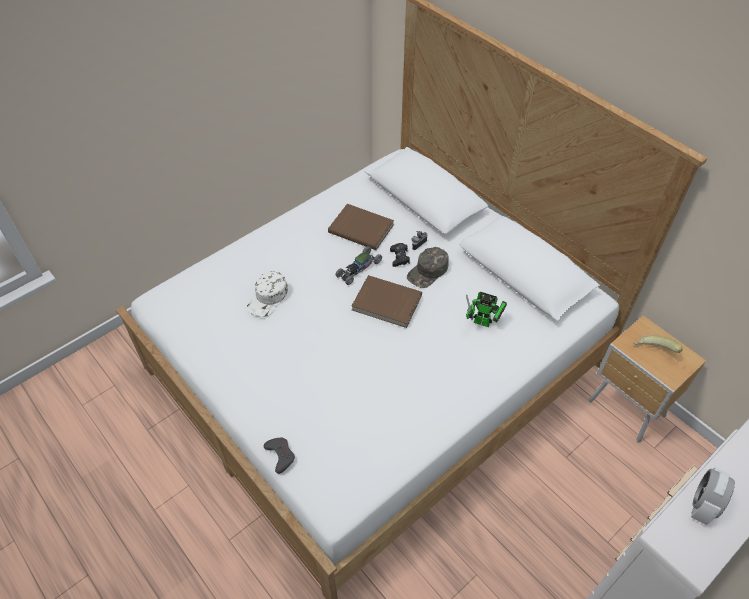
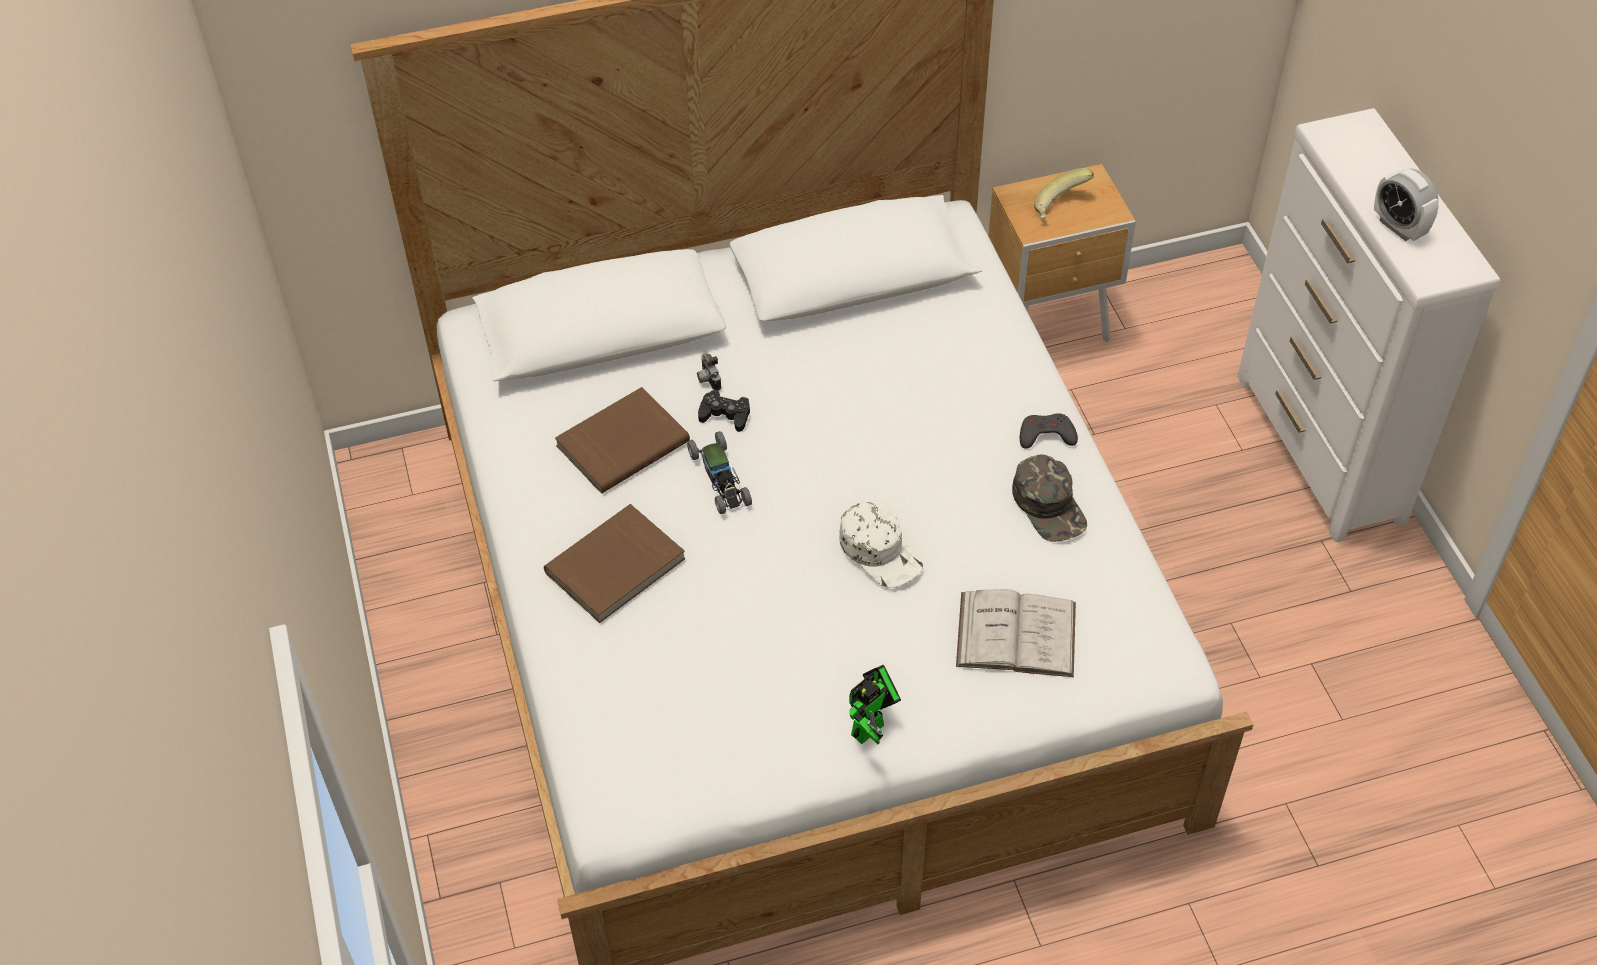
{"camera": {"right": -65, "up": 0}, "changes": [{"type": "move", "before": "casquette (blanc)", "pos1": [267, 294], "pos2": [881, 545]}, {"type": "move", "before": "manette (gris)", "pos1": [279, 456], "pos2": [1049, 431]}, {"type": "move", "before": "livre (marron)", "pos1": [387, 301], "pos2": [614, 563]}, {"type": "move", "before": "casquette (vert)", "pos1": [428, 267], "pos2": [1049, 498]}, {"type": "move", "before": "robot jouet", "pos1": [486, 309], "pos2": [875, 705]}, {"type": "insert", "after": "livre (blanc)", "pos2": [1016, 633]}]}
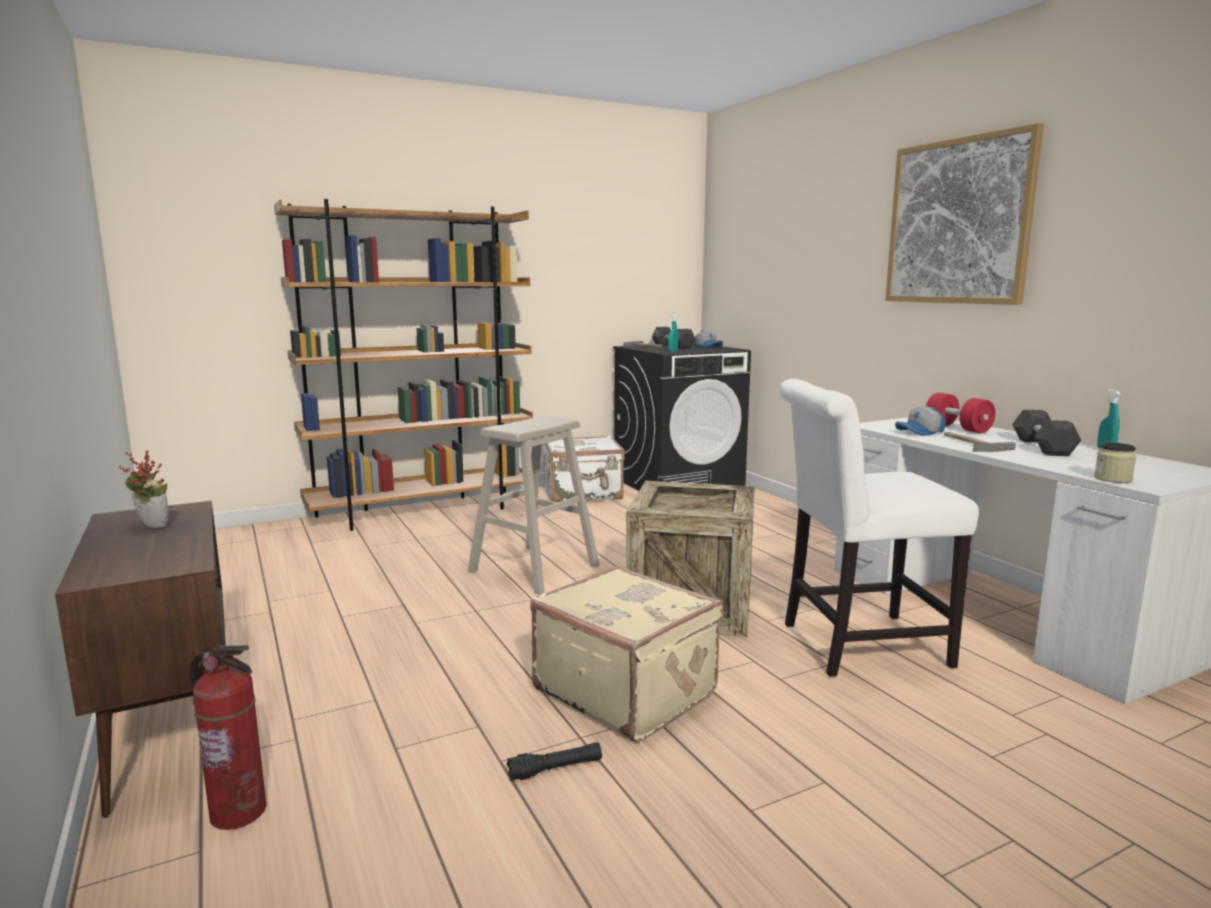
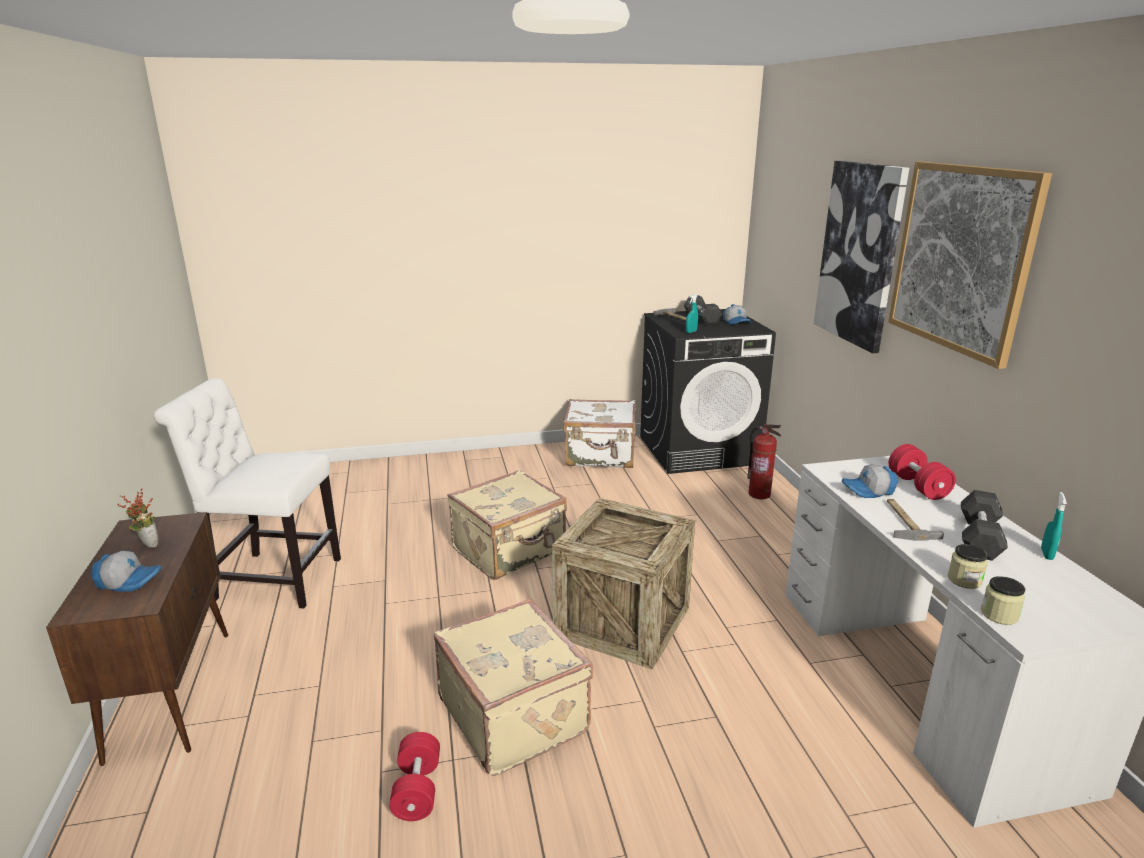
{"camera": {"right": 15, "up": 10}, "changes": [{"type": "move", "before": "extincteur", "pos1": [228, 737], "pos2": [764, 461]}, {"type": "delete", "before": "bibliothèque (marron)", "pos1": [403, 365]}, {"type": "replace", "before": "tabouret (beige)", "after": "valise (beige)", "pos1": [534, 505], "pos2": [507, 525]}, {"type": "replace", "before": "lampe de poche (noir)", "after": "haltère (rouge)", "pos1": [554, 761], "pos2": [414, 776]}, {"type": "move", "before": "chaise (blanc)", "pos1": [879, 528], "pos2": [247, 493]}, {"type": "insert", "after": "casquette", "pos2": [126, 571]}, {"type": "insert", "after": "tableau", "pos2": [861, 257]}, {"type": "insert", "after": "bocal", "pos2": [967, 566]}]}
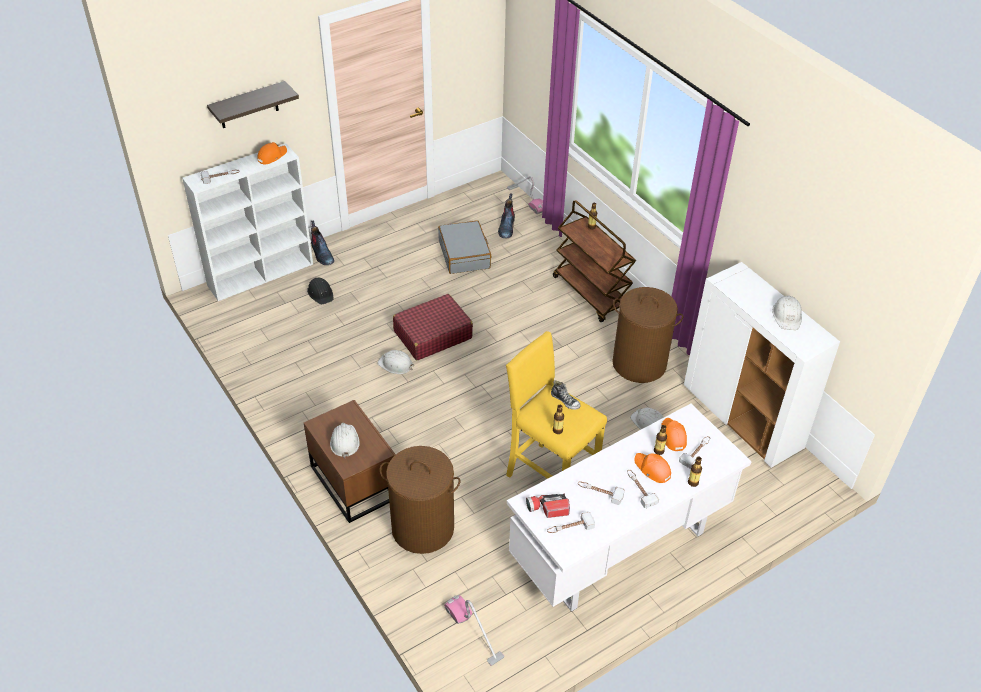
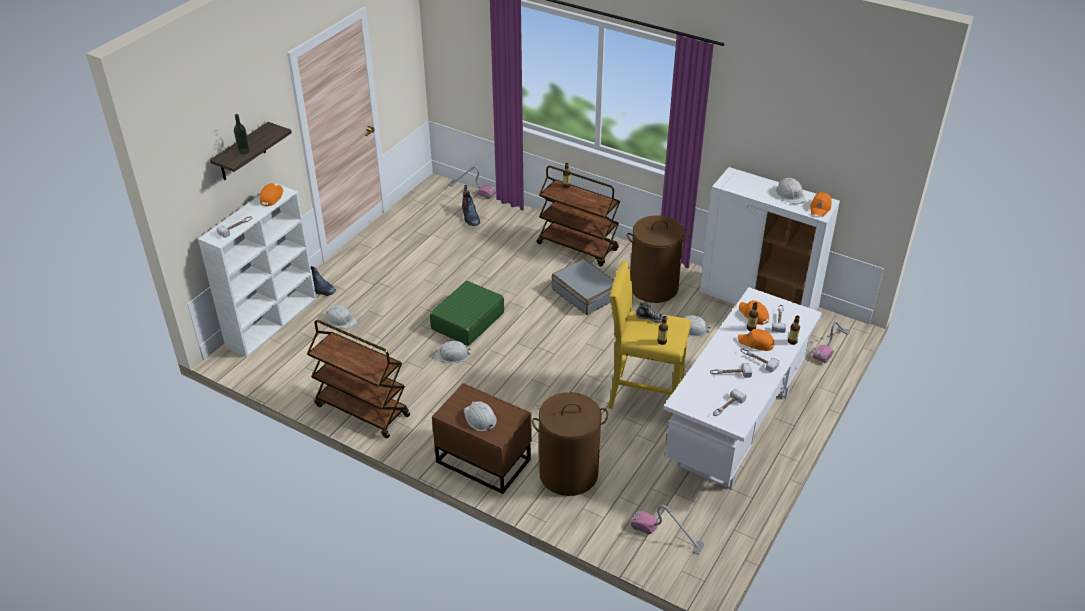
{"camera": {"right": -25, "up": -5}, "changes": [{"type": "recolor", "before": "casque de chantier (noir)", "after": "casque de chantier (blanc)", "pos1": [320, 290], "pos2": [341, 317]}, {"type": "recolor", "before": "valise (rouge)", "after": "valise (vert)", "pos1": [433, 327], "pos2": [467, 313]}, {"type": "move", "before": "valise (gris)", "pos1": [464, 247], "pos2": [583, 286]}, {"type": "delete", "before": "lampe de poche", "pos1": [548, 506]}, {"type": "insert", "after": "bouteille", "pos2": [242, 134]}, {"type": "insert", "after": "chariot (marron)", "pos2": [358, 379]}, {"type": "insert", "after": "casquette (orange)", "pos2": [821, 204]}, {"type": "insert", "after": "aspirateur", "pos2": [832, 342]}]}
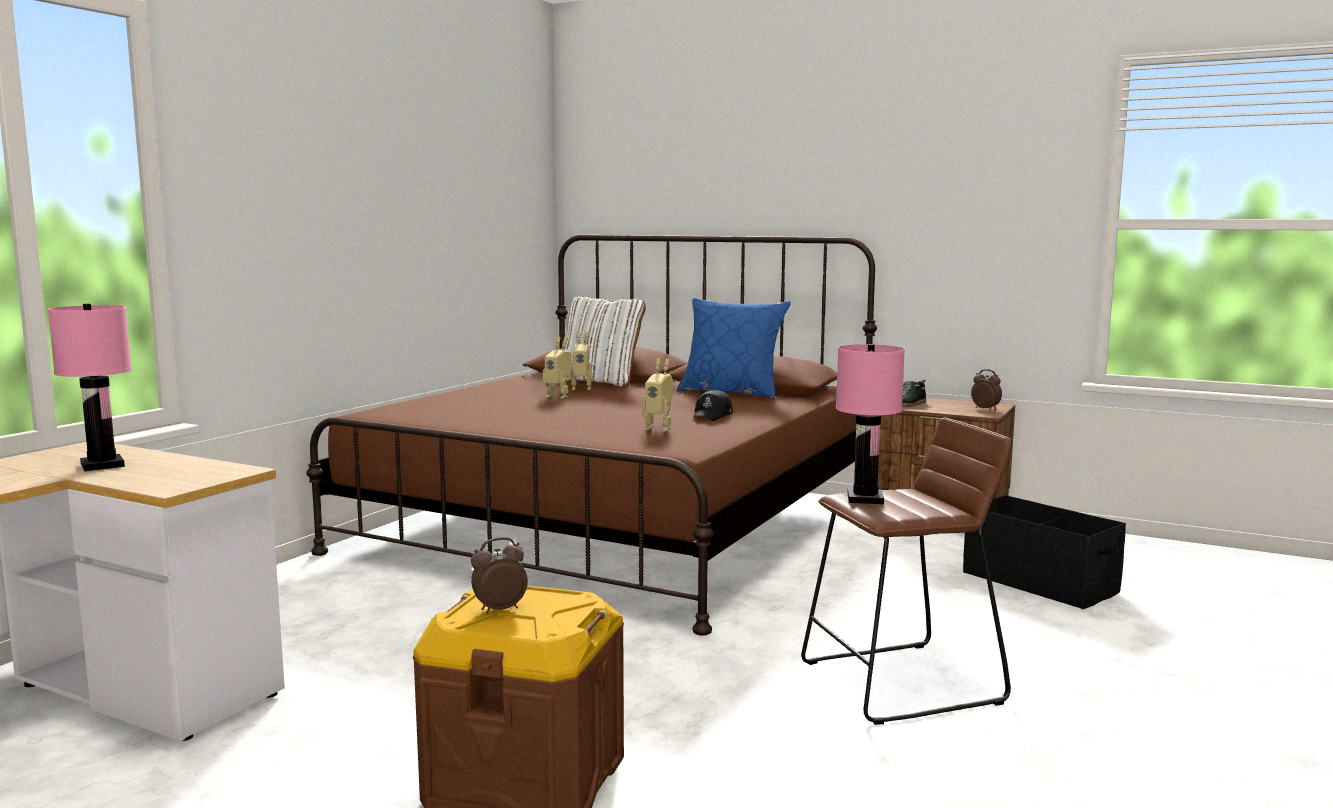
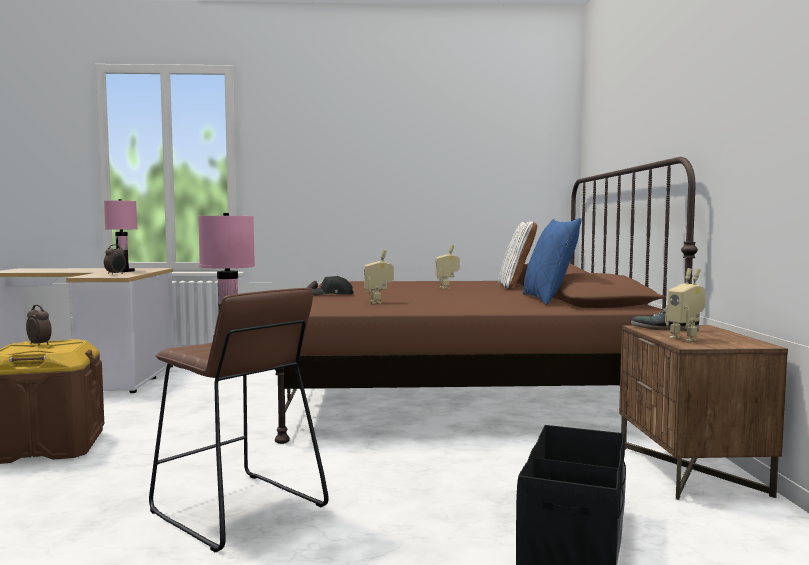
{"camera": {"right": 60, "up": -5}, "changes": [{"type": "move", "before": "robot jouet", "pos1": [581, 361], "pos2": [685, 305]}, {"type": "move", "before": "casquette (noir)", "pos1": [713, 405], "pos2": [333, 286]}, {"type": "move", "before": "réveil", "pos1": [986, 389], "pos2": [115, 259]}]}
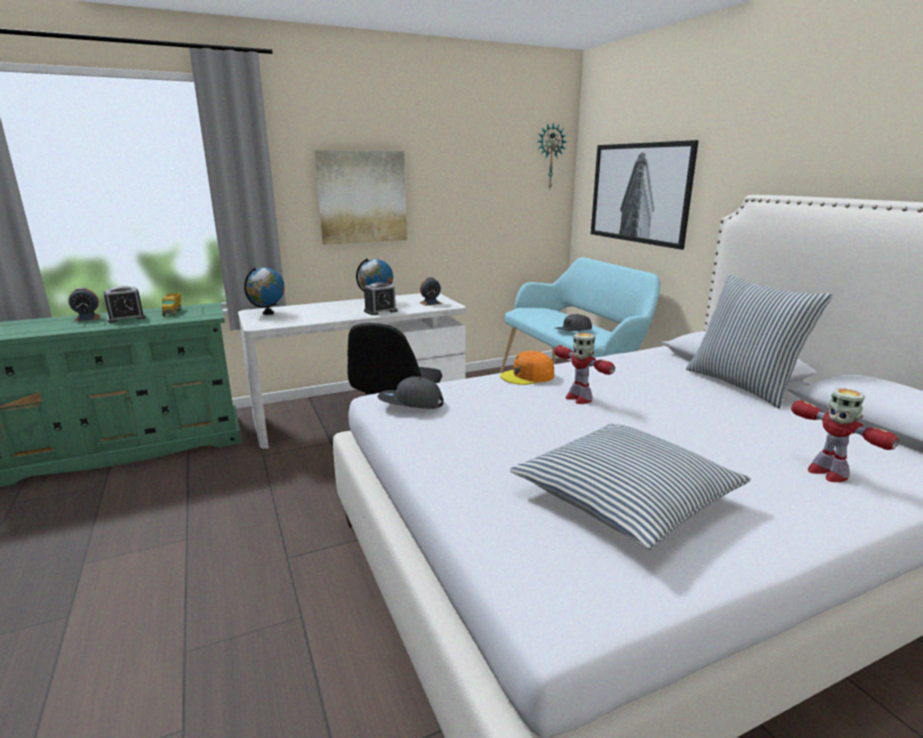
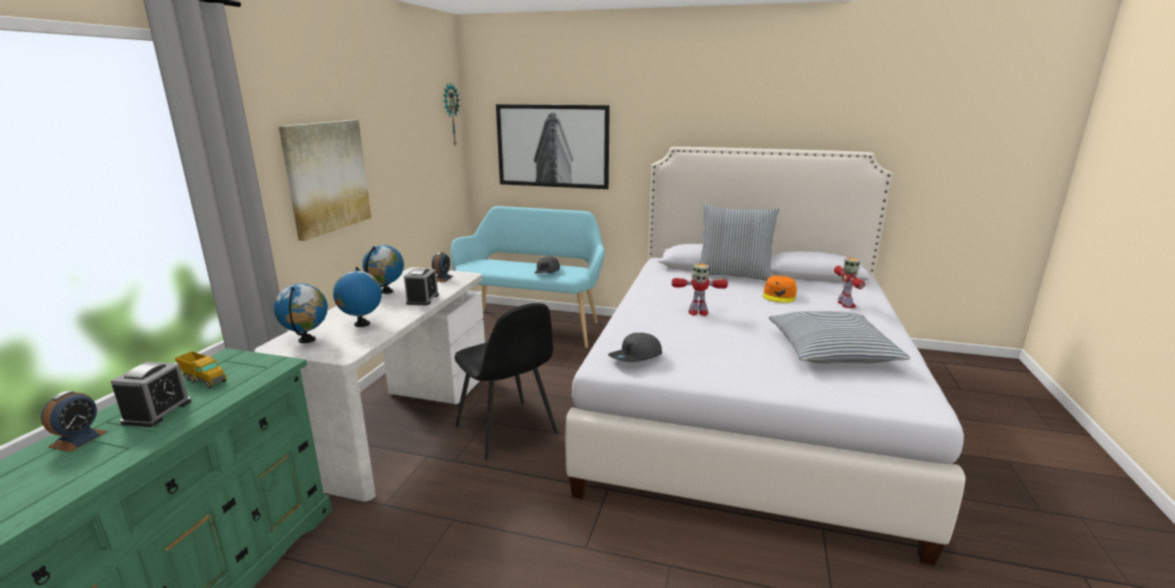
{"camera": {"right": -50, "up": 0}, "changes": [{"type": "move", "before": "casquette (orange)", "pos1": [527, 368], "pos2": [780, 289]}, {"type": "rotate", "before": "robot jouet", "pos1": [845, 435], "pos2": [849, 283], "turn": -105}, {"type": "insert", "after": "globe", "pos2": [357, 297]}]}
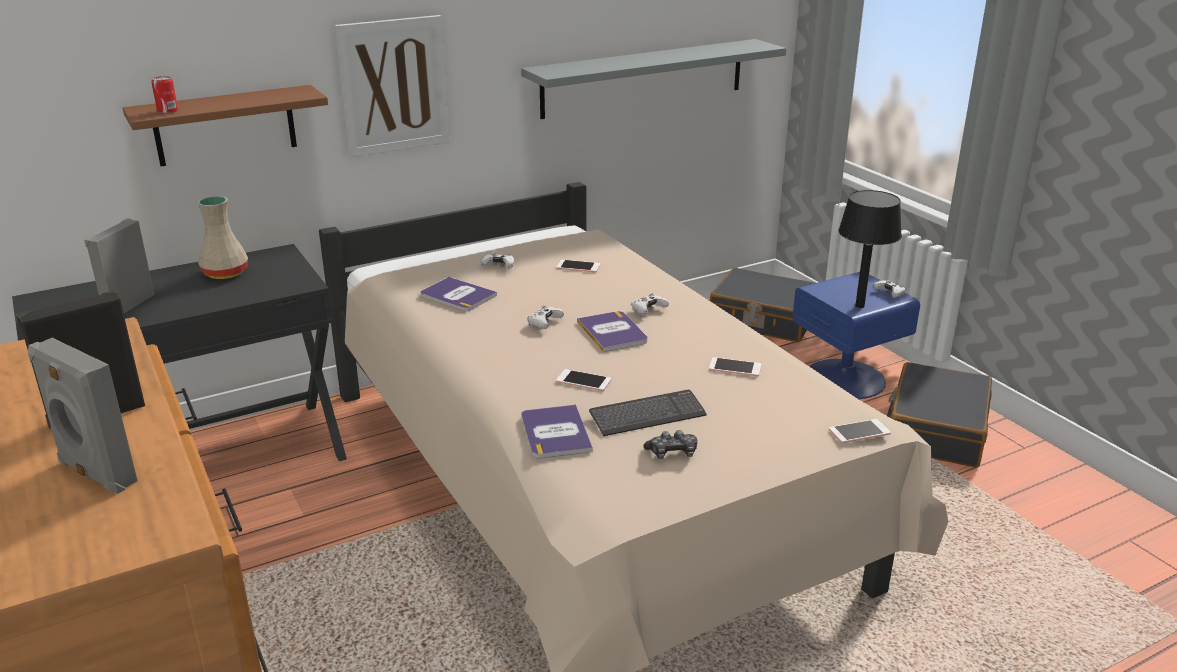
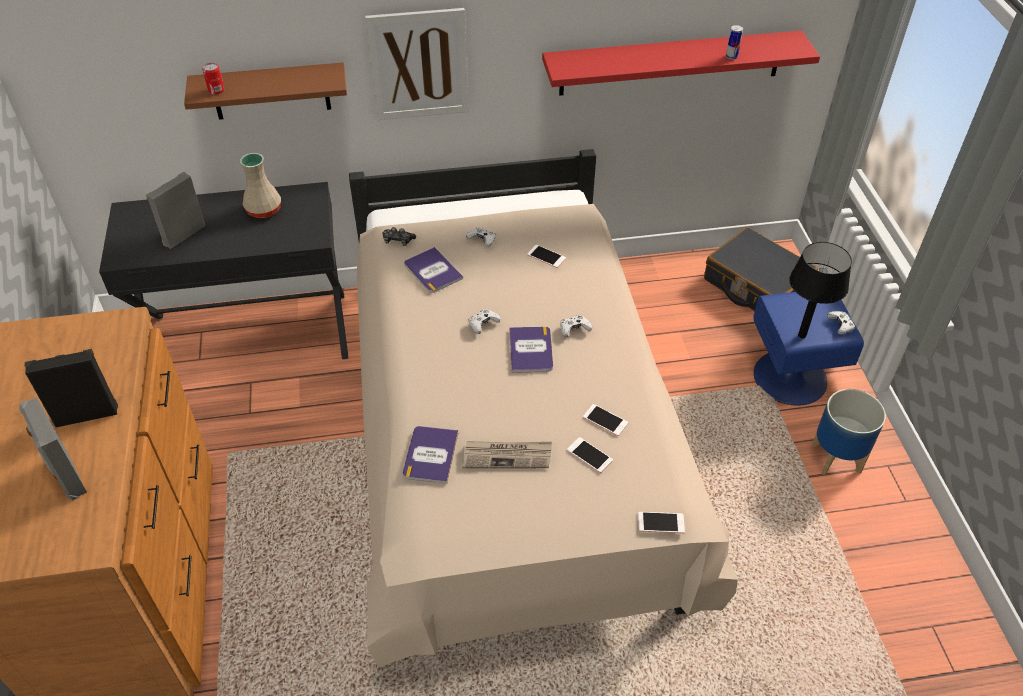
{"camera": {"right": 20, "up": 20}, "changes": [{"type": "recolor", "before": "étagère (gris)", "after": "étagère (rouge)", "pos1": [653, 79], "pos2": [681, 63]}, {"type": "move", "before": "téléphone", "pos1": [583, 380], "pos2": [590, 455]}, {"type": "replace", "before": "clavier", "after": "journal", "pos1": [648, 413], "pos2": [507, 455]}, {"type": "move", "before": "manette", "pos1": [670, 444], "pos2": [399, 236]}, {"type": "replace", "before": "valise (noir)", "after": "cache-pot", "pos1": [939, 415], "pos2": [849, 432]}, {"type": "insert", "after": "boîte métallique", "pos2": [734, 42]}]}
